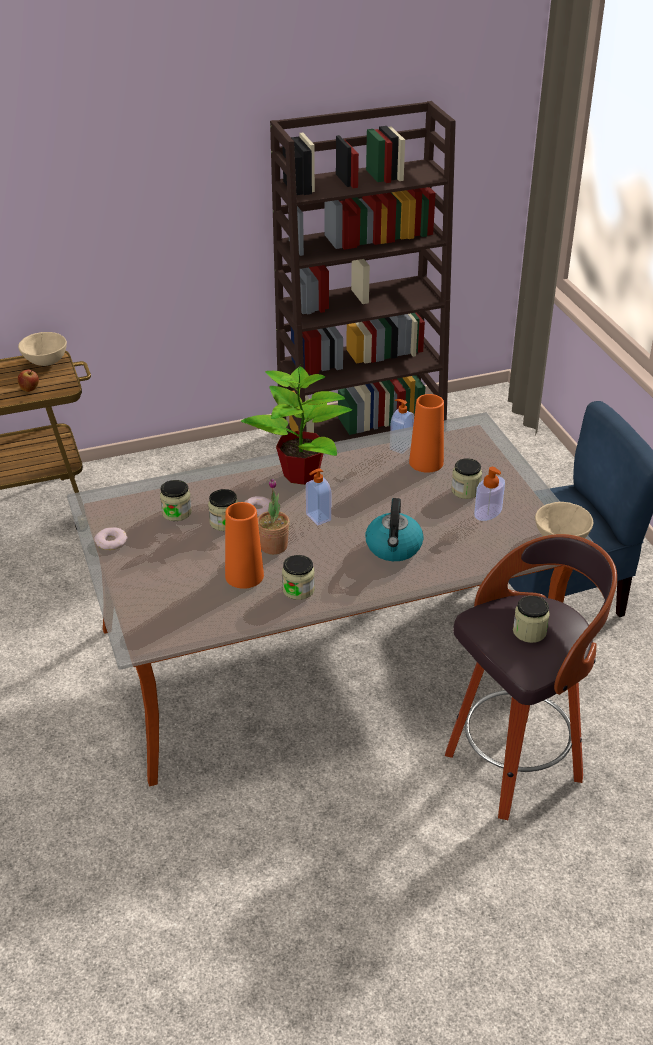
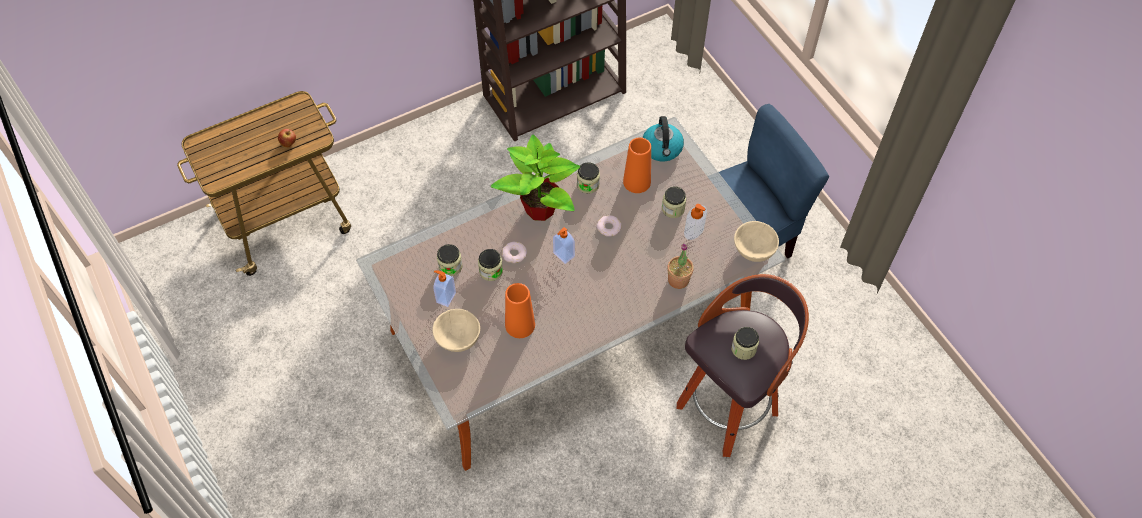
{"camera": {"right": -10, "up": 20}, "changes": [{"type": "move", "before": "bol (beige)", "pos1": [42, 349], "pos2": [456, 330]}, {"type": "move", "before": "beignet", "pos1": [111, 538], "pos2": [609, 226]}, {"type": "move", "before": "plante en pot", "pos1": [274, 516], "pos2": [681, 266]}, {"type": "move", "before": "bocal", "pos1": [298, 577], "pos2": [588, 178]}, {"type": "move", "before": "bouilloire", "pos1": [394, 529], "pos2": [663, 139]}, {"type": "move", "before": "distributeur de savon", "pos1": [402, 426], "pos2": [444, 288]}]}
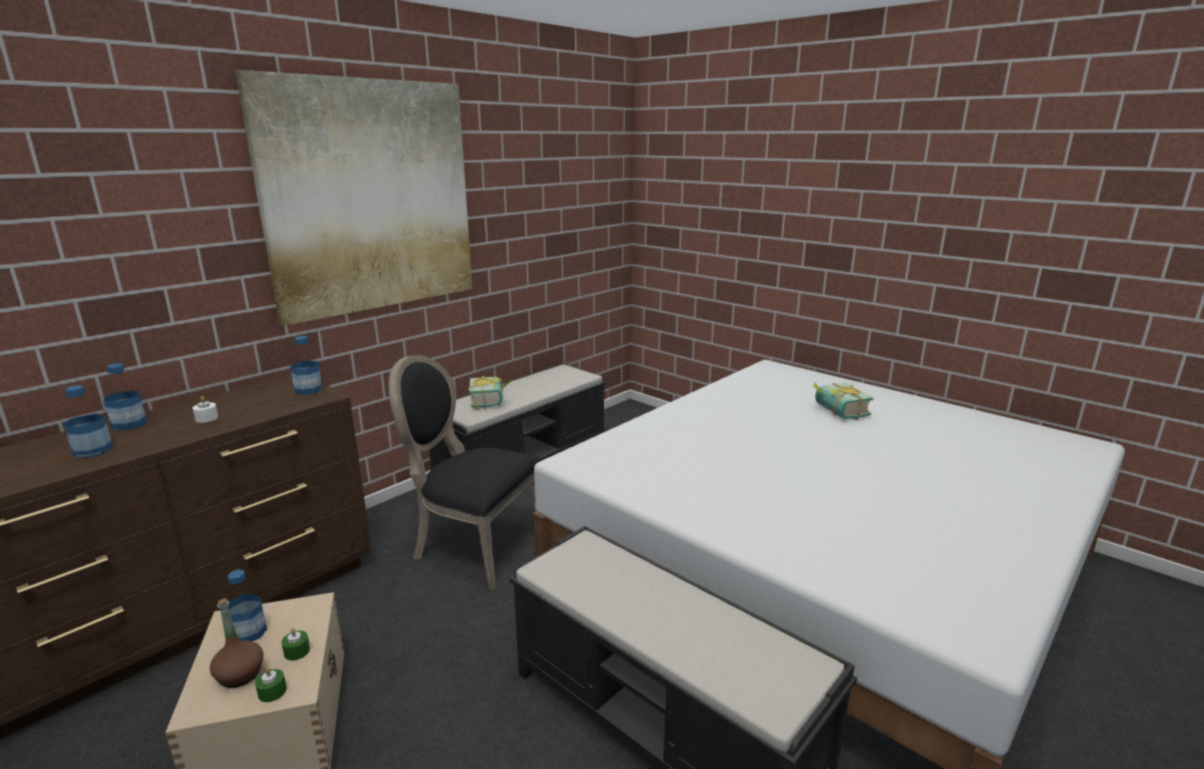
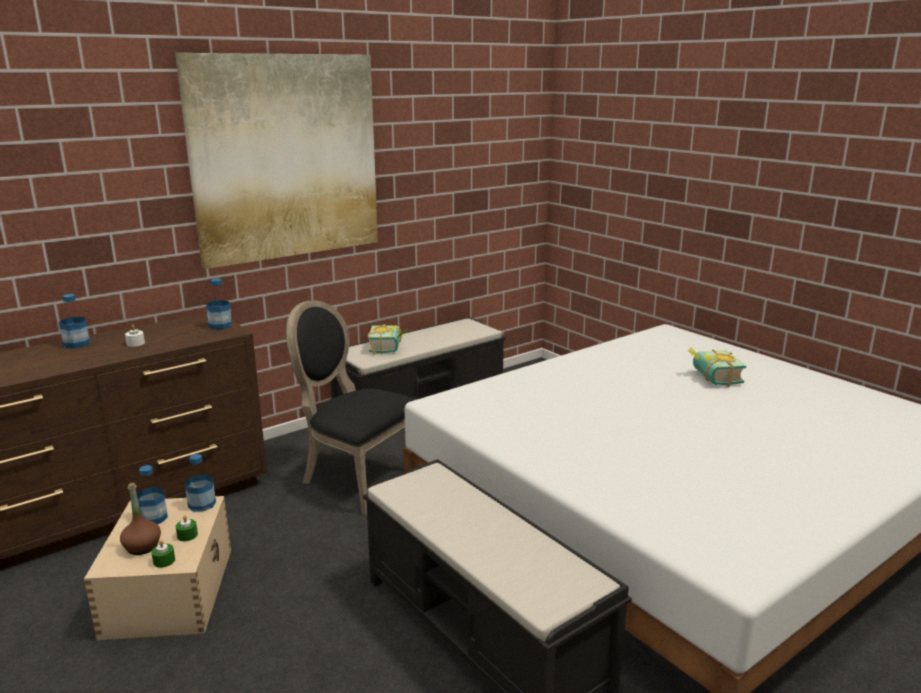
{"camera": {"right": 10, "up": 0}, "changes": [{"type": "move", "before": "bouteille", "pos1": [88, 421], "pos2": [200, 483]}]}
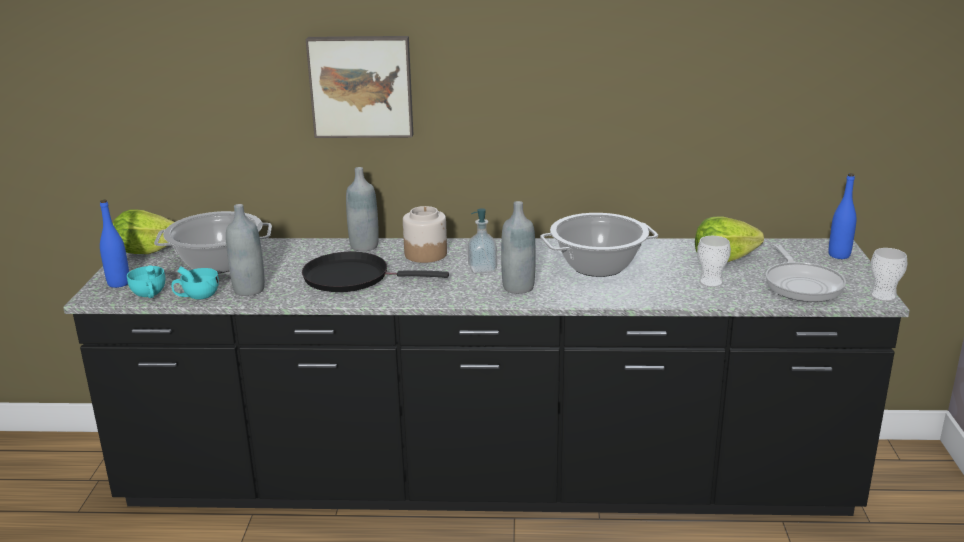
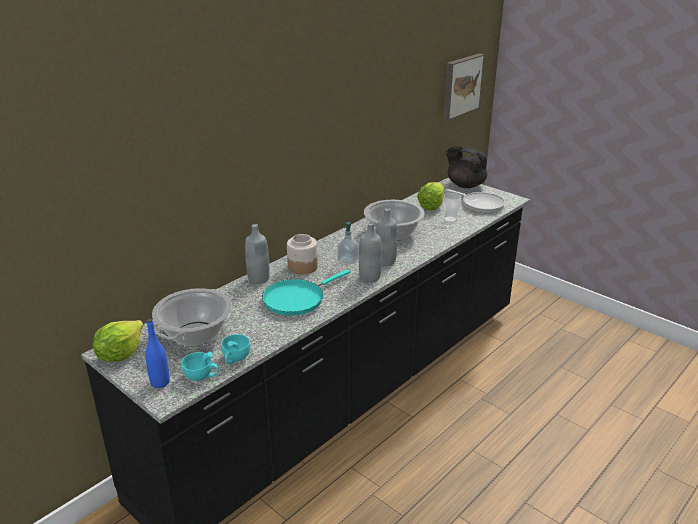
{"camera": {"right": -50, "up": 5}, "changes": [{"type": "move", "before": "bouteille (gris)", "pos1": [245, 250], "pos2": [370, 253]}, {"type": "recolor", "before": "poêle (noir)", "after": "poêle (turquoise)", "pos1": [375, 272], "pos2": [306, 292]}, {"type": "move", "before": "tableau", "pos1": [359, 87], "pos2": [464, 86]}, {"type": "replace", "before": "bouteille (bleu)", "after": "théière (noir)", "pos1": [842, 216], "pos2": [466, 167]}, {"type": "delete", "before": "tasse", "pos1": [889, 275]}]}
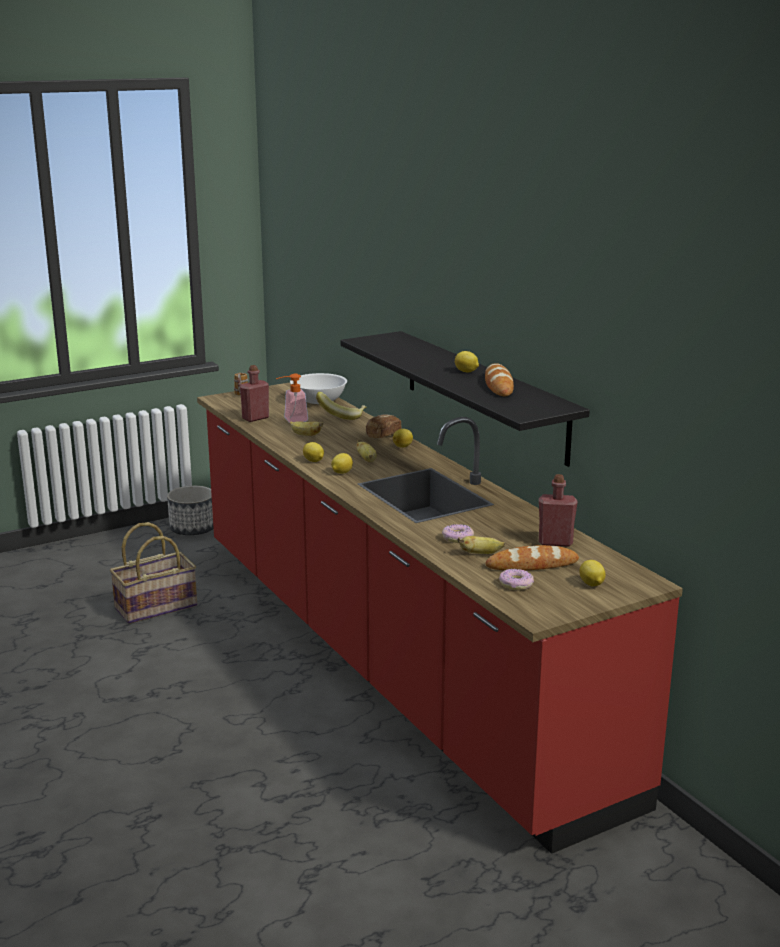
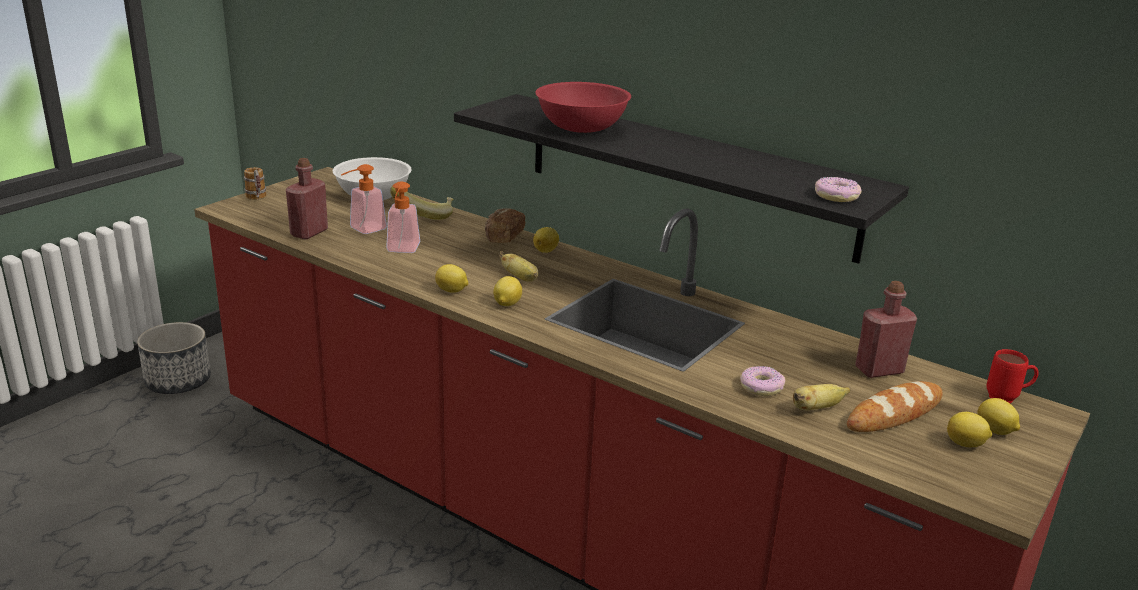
{"camera": {"right": -25, "up": 5}, "changes": [{"type": "delete", "before": "panier", "pos1": [153, 573]}, {"type": "replace", "before": "banane", "after": "distributeur de savon", "pos1": [306, 428], "pos2": [403, 217]}, {"type": "move", "before": "citron", "pos1": [467, 361], "pos2": [969, 429]}, {"type": "delete", "before": "pain", "pos1": [499, 379]}, {"type": "move", "before": "beignet", "pos1": [516, 580], "pos2": [838, 189]}, {"type": "insert", "after": "bol (rouge)", "pos2": [583, 107]}, {"type": "insert", "after": "mug (rouge)", "pos2": [1012, 376]}]}
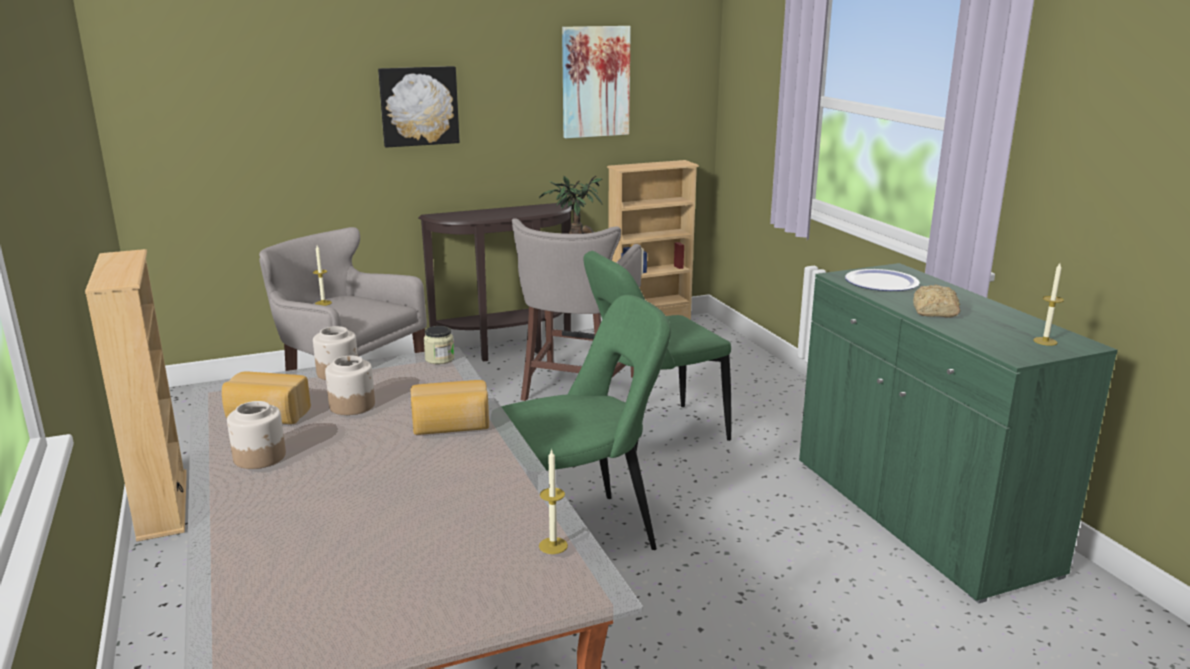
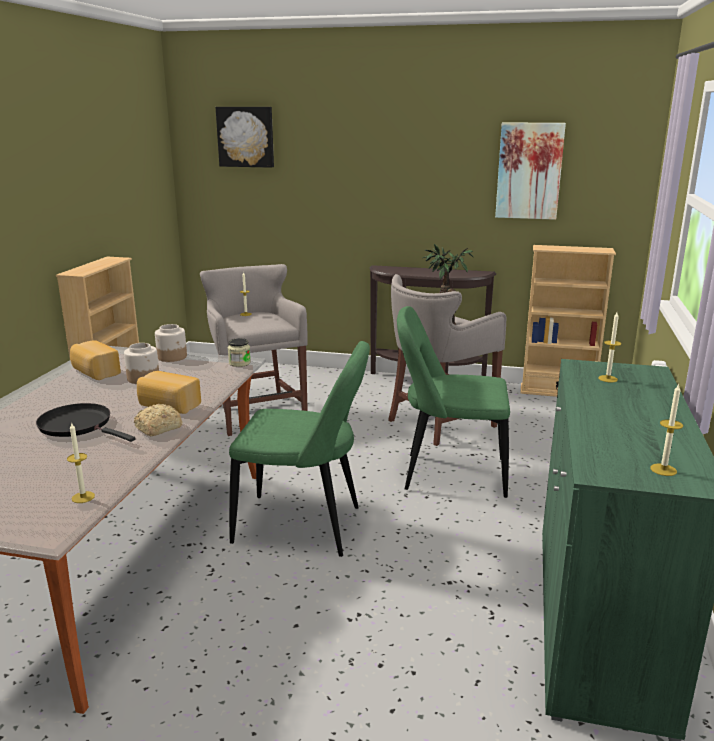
{"camera": {"right": 35, "up": 0}, "changes": [{"type": "delete", "before": "bocal", "pos1": [256, 435]}, {"type": "move", "before": "tableau", "pos1": [419, 107], "pos2": [245, 137]}, {"type": "replace", "before": "assiette", "after": "bougie", "pos1": [882, 280], "pos2": [609, 347]}, {"type": "move", "before": "pain", "pos1": [936, 301], "pos2": [158, 420]}, {"type": "insert", "after": "poêle (noir)", "pos2": [85, 422]}]}
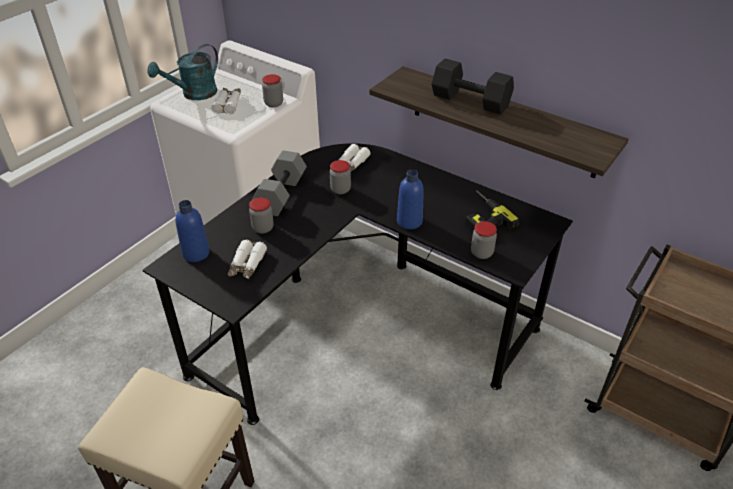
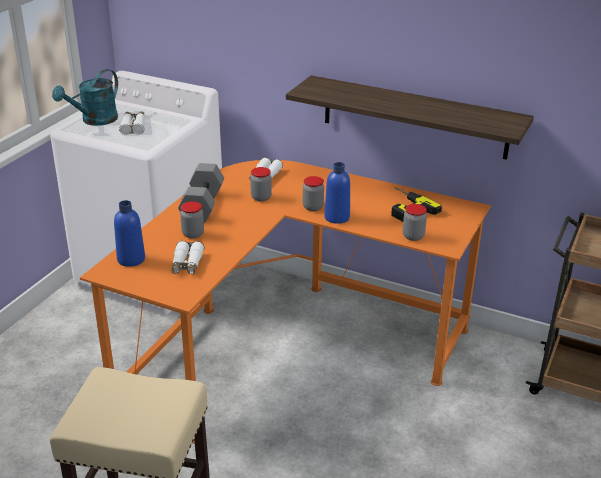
{"camera": {"right": -10, "up": -10}, "changes": [{"type": "recolor", "before": "bureau (noir)", "after": "bureau (orange)", "pos1": [358, 284], "pos2": [285, 302]}, {"type": "move", "before": "bocal", "pos1": [272, 91], "pos2": [313, 193]}, {"type": "delete", "before": "haltère (noir)", "pos1": [472, 86]}]}
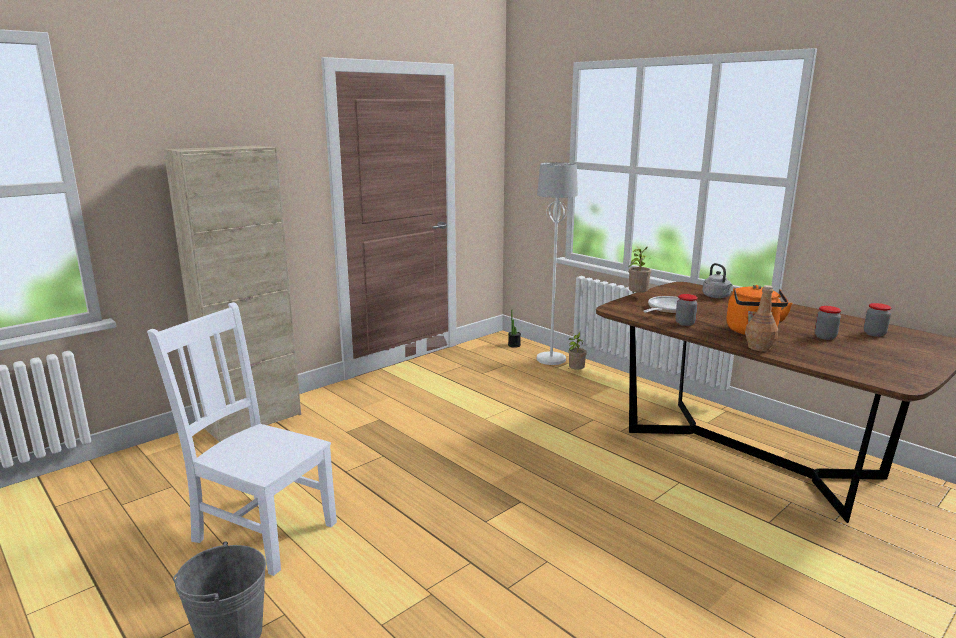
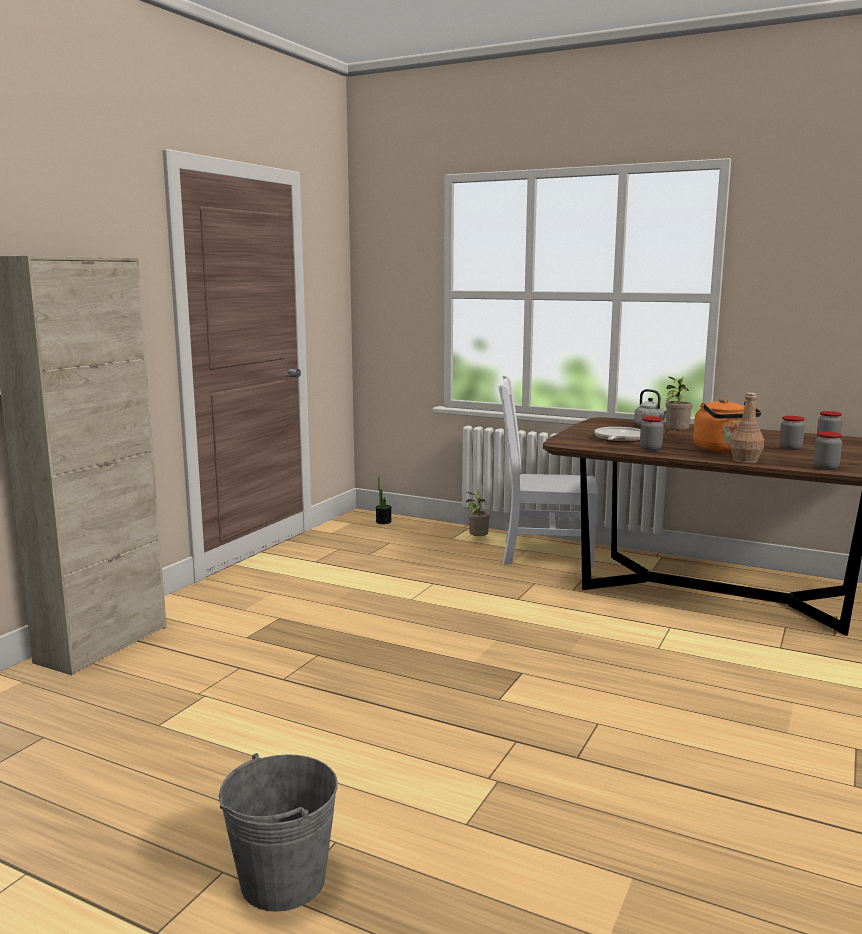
{"camera": {"right": -20, "up": -5}, "changes": [{"type": "move", "before": "chaise (blanc)", "pos1": [242, 439], "pos2": [548, 471]}, {"type": "delete", "before": "lampadaire (blanc)", "pos1": [557, 263]}, {"type": "move", "before": "plante en pot", "pos1": [640, 269], "pos2": [679, 405]}, {"type": "insert", "after": "bocal", "pos2": [827, 450]}]}
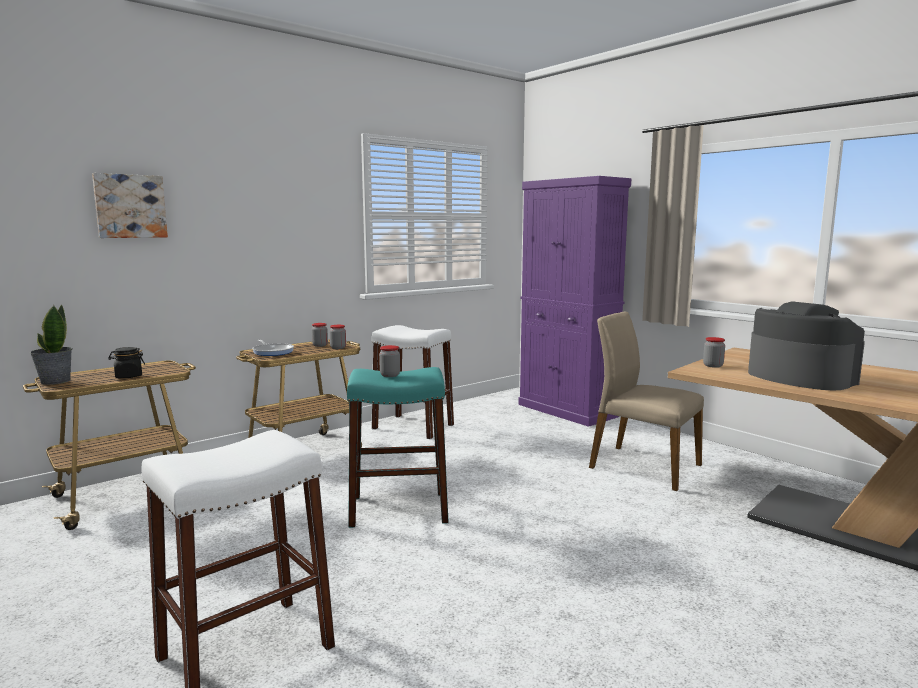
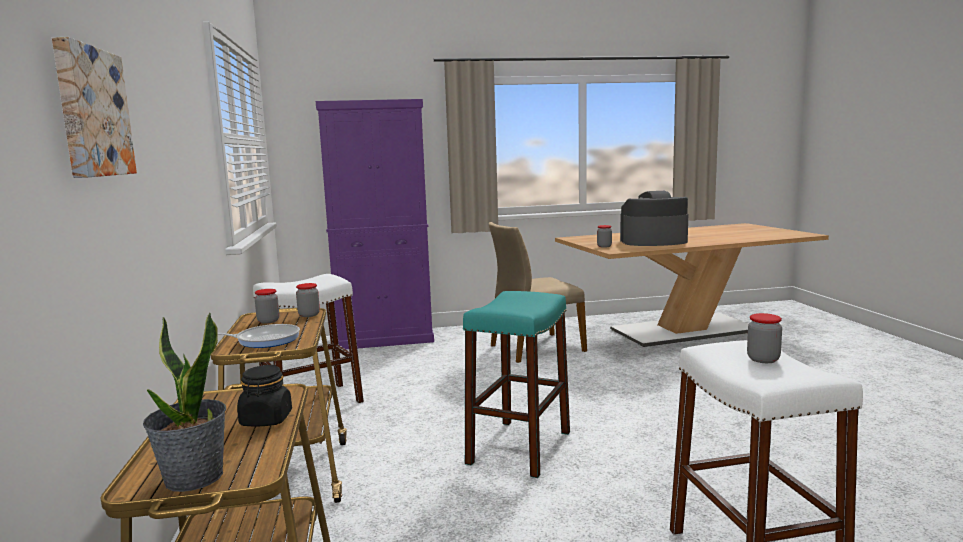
{"camera": {"right": -60, "up": 0}, "changes": [{"type": "move", "before": "bocal", "pos1": [389, 361], "pos2": [764, 338]}]}
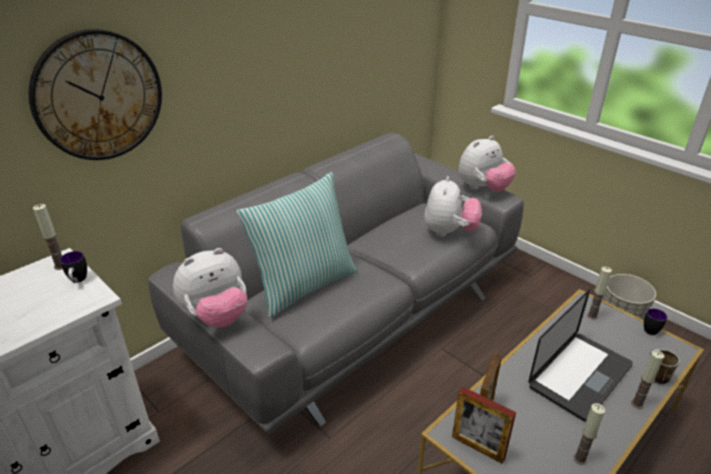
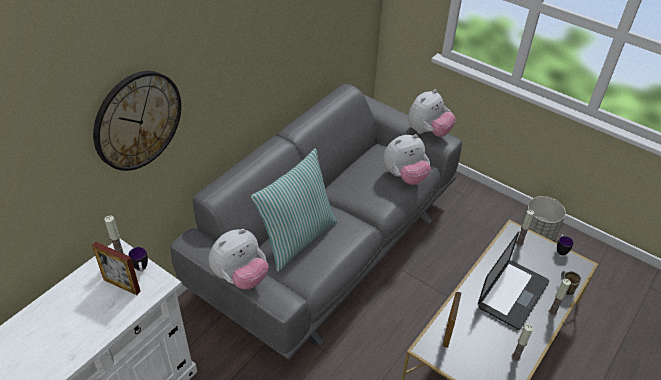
{"camera": {"right": -10, "up": 10}, "changes": [{"type": "rotate", "before": "peluche", "pos1": [453, 206], "pos2": [407, 159], "turn": 60}, {"type": "move", "before": "cadre photo", "pos1": [484, 425], "pos2": [116, 268]}]}
